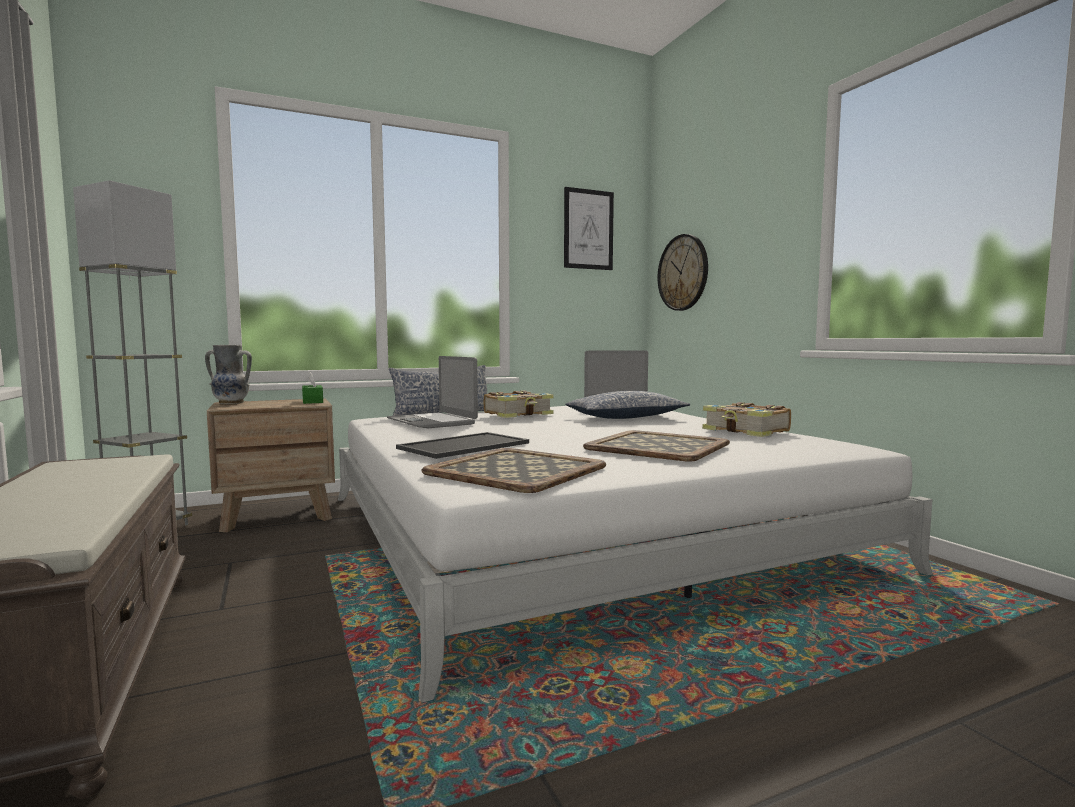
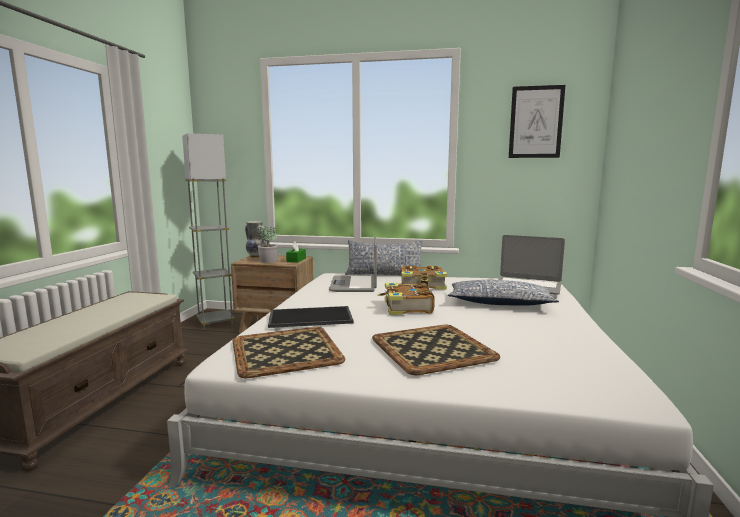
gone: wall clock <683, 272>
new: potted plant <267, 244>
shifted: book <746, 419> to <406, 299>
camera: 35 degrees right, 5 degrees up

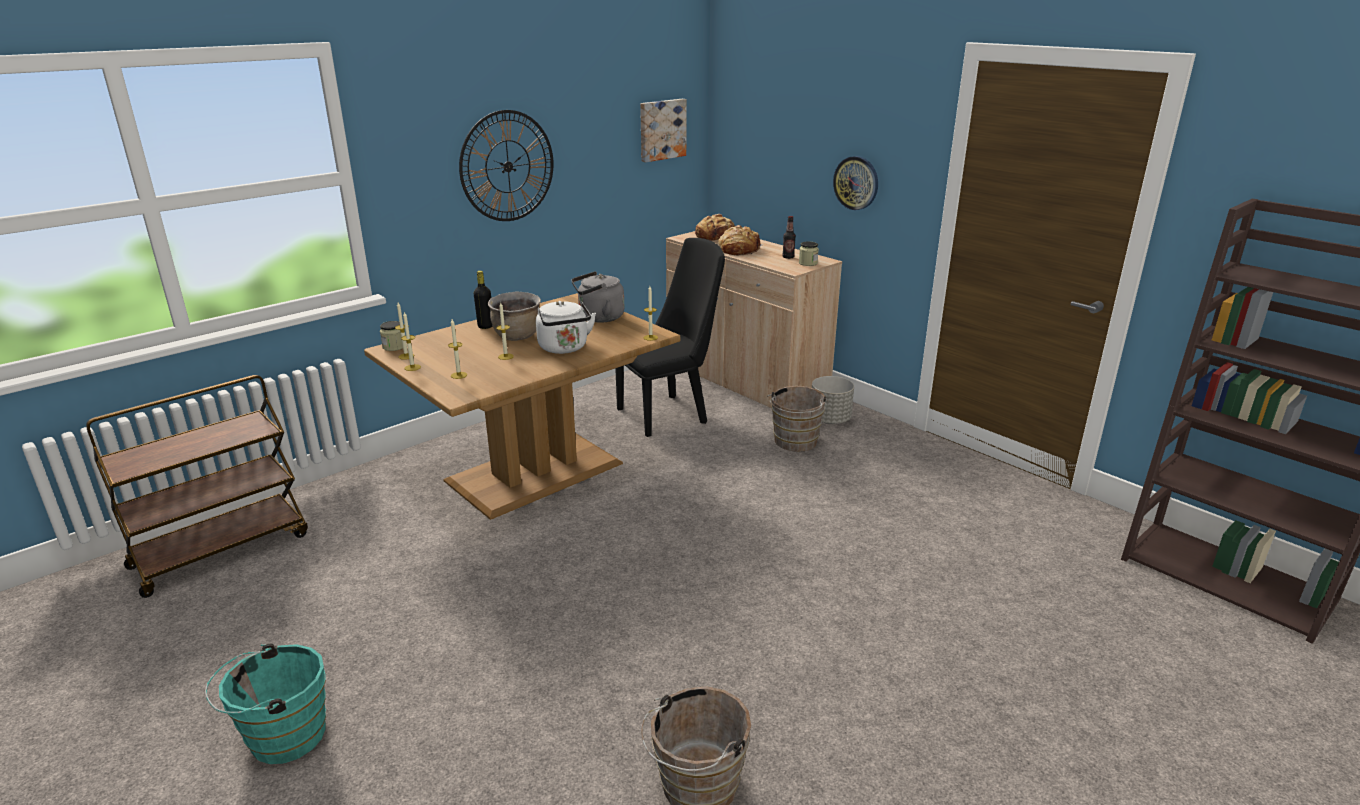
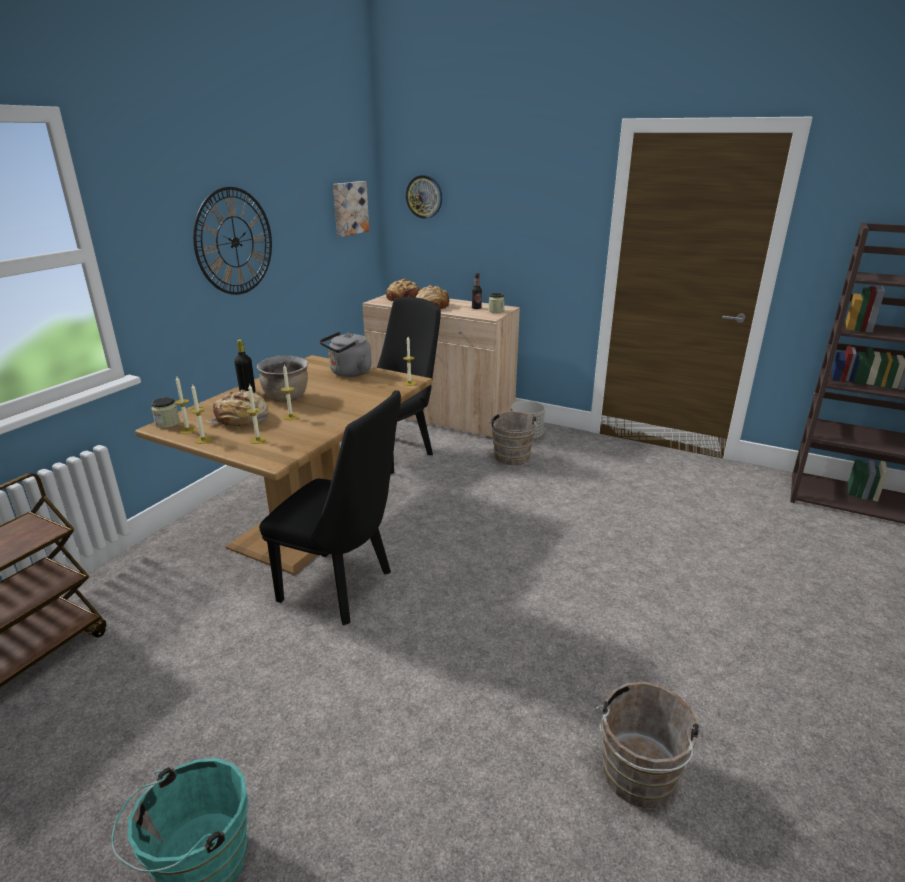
gone: kettle (white) <566, 327>
new: bread <237, 409>; chair (black) <330, 507>
shifted: wall clock <855, 183> to <424, 197>
camera: 20 degrees left, 0 degrees up

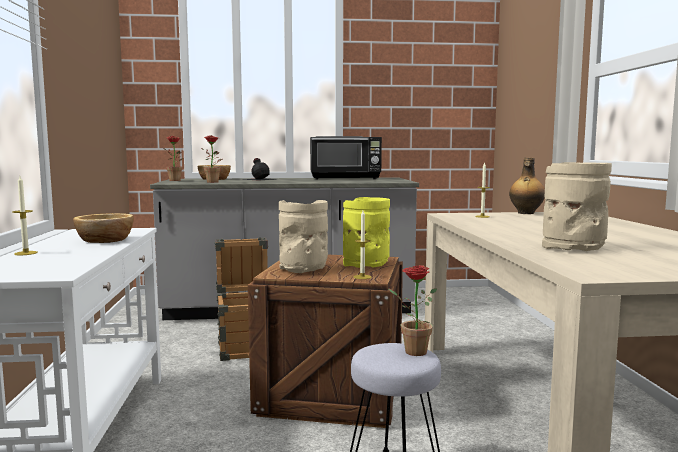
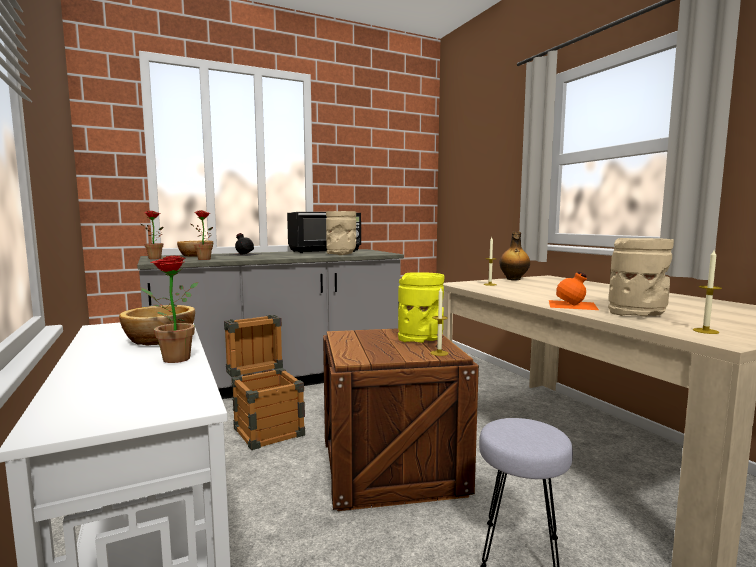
new: bottle (orange) <574, 291>
shifted: candle <25, 215> to <707, 292>; vase (beige) <303, 236> to <341, 233>; potted plant <412, 310> to <169, 309>
camera: 20 degrees left, 0 degrees up

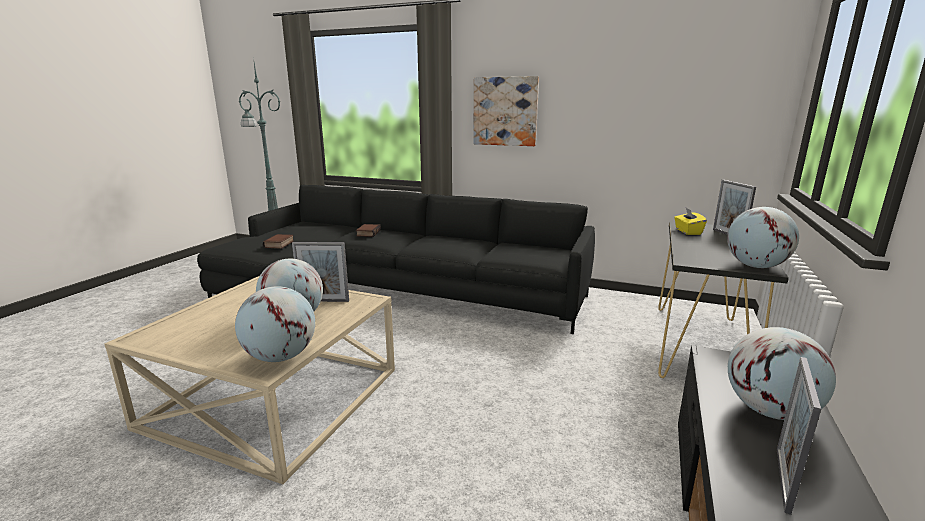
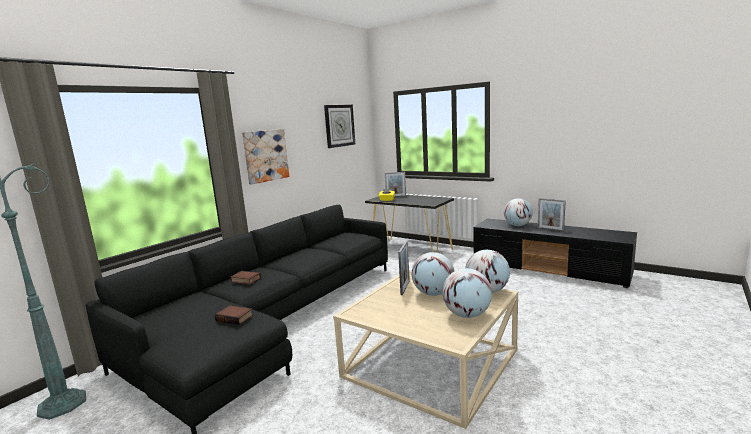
new: wall clock <340, 126>
shifted: globe <763, 237> to <467, 293>
camera: 75 degrees left, 5 degrees down

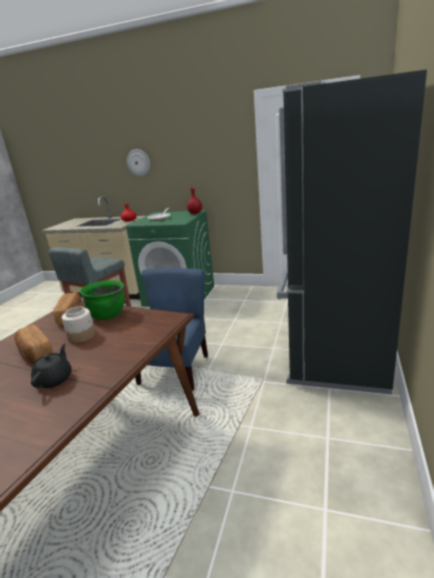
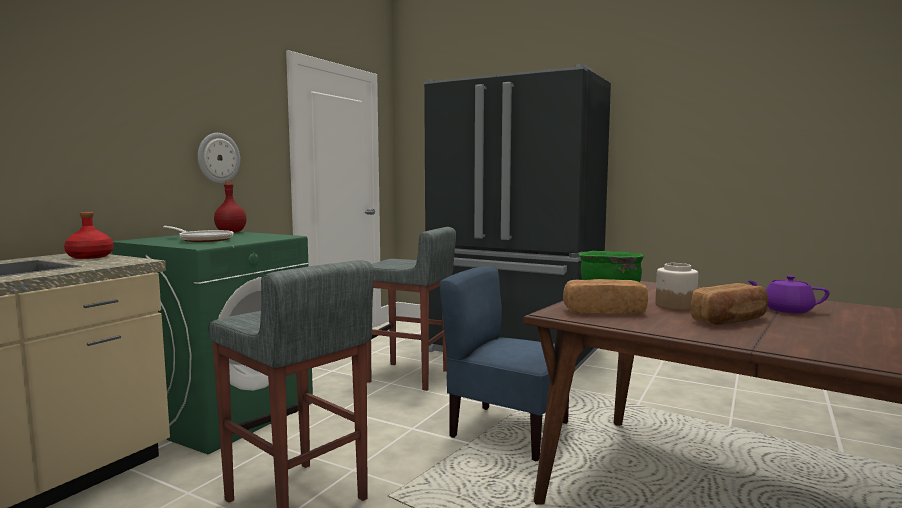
new: stool (grey) <411, 309>
shifted: wall clock <138, 162> to <219, 158>
repainted: teapot (black) <51, 366> to teapot (purple) <788, 294>
camera: 80 degrees left, 15 degrees down

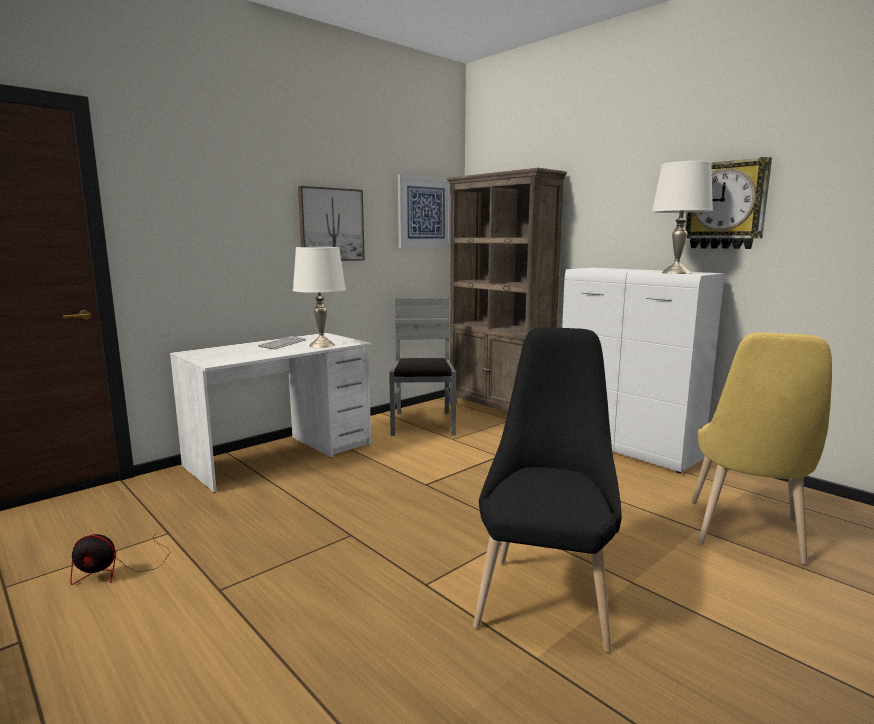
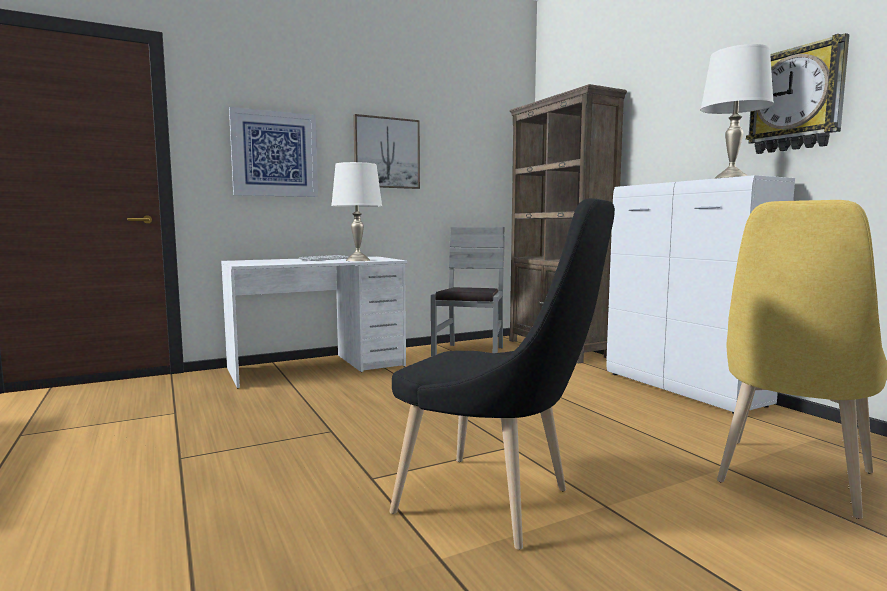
gone: fan <120, 558>
shifted: picture <424, 211> to <273, 152>
rotated: chair (black) <547, 489> = <502, 374> 90 degrees clockwise
camera: 15 degrees right, 5 degrees down

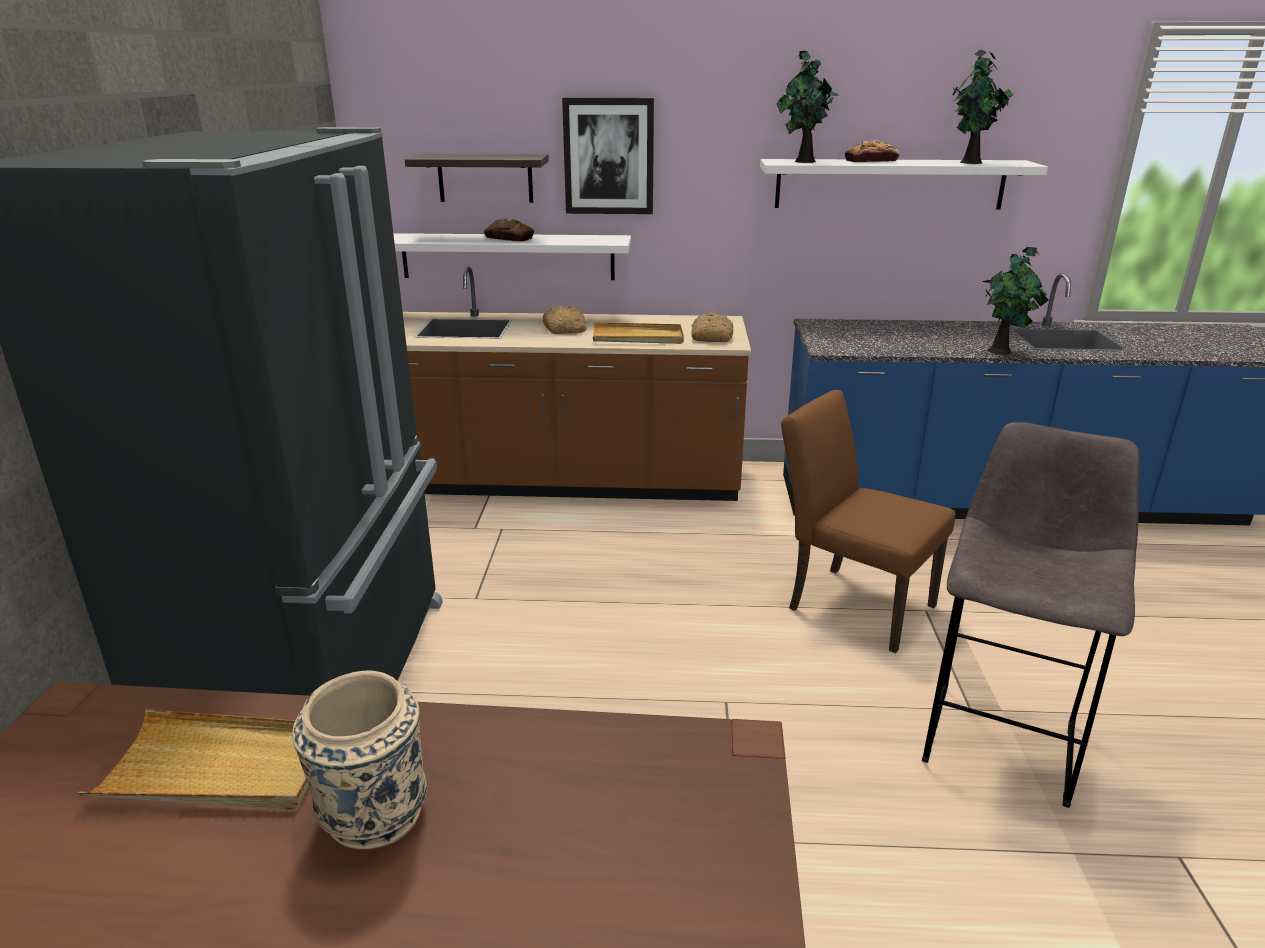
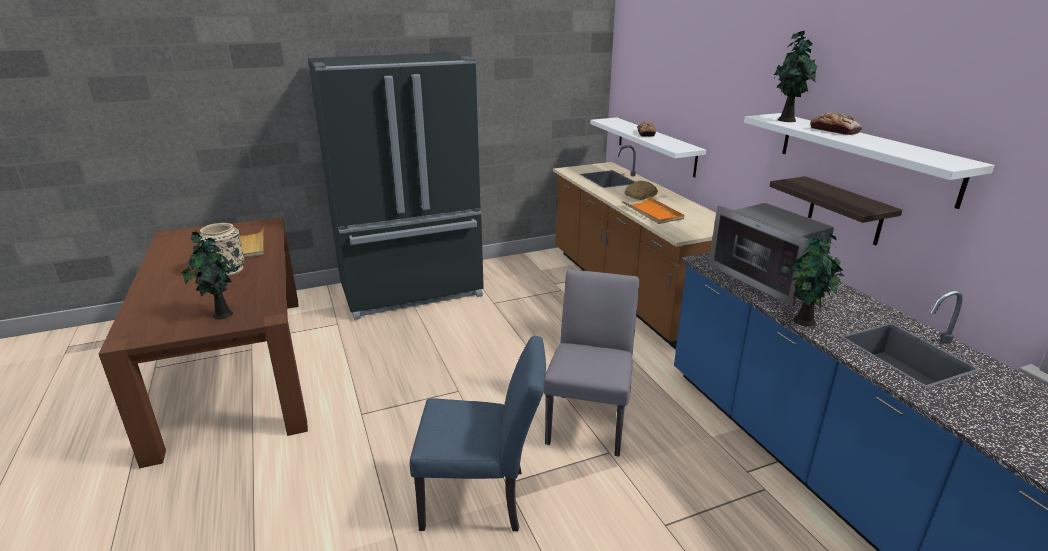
gone: picture <608, 156>; bread <712, 327>
new: microwave <771, 254>
shifted: shelf <477, 178> to <835, 211>; potted plant <982, 106> to <209, 275>
swapped: stool (grey) <1031, 615> to chair (blue) <478, 434>
repainted: tray (beige) <638, 333> to tray (orange) <653, 210>; chair (brown) <868, 521> to chair (grey) <591, 363>
camera: 65 degrees right, 0 degrees up

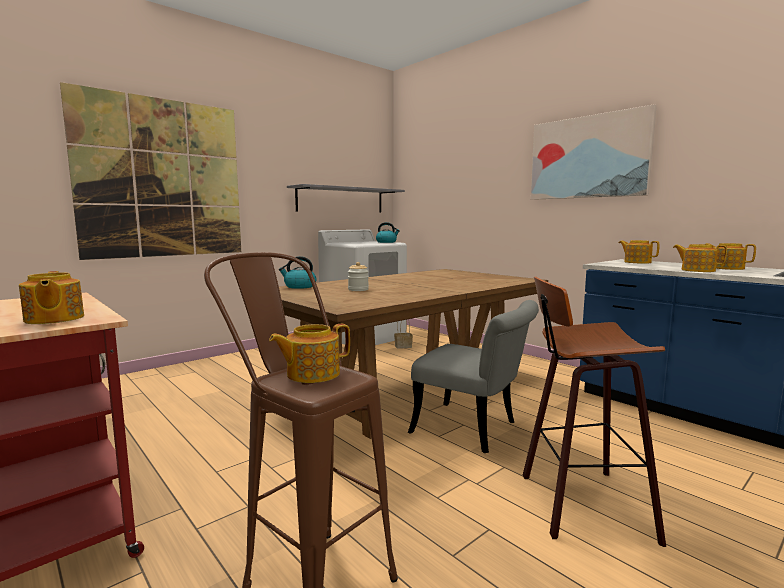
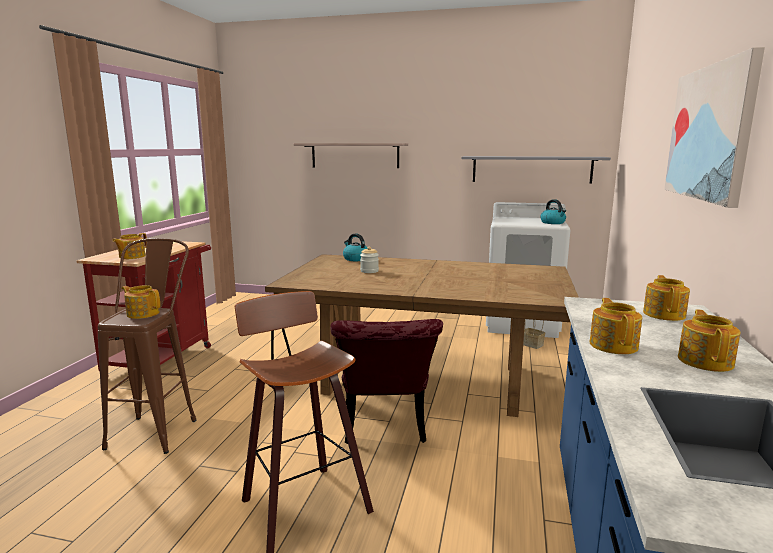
swapped: picture <150, 171> to shelf <351, 155>
repainted: chair (grey) <473, 376> to chair (red) <386, 381>
camera: 55 degrees right, 5 degrees up

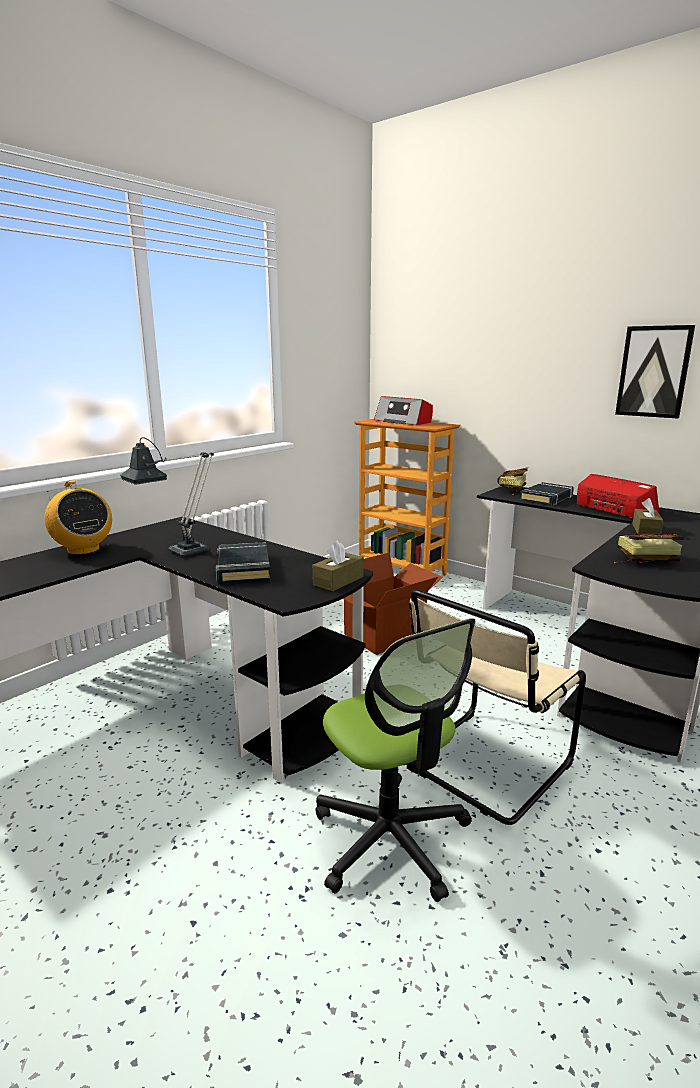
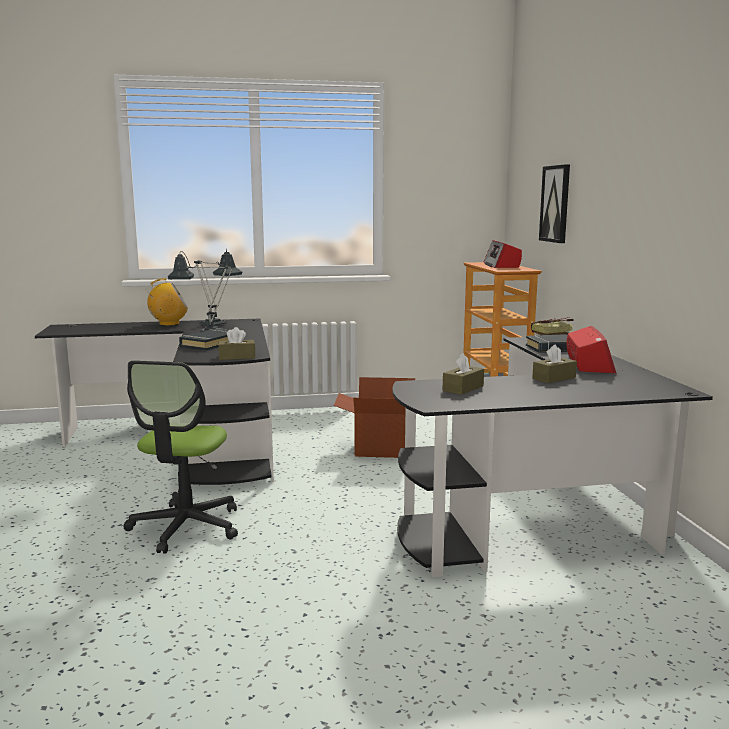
gone: chair (beige) <497, 707>
new: table lamp <218, 287>
shifted: picture <655, 371> to <554, 203>
swapped: book <649, 548> to tissue box (brown) <463, 374>
rotated: radio <78, 517> = <167, 302> 105 degrees counterclockwise
camera: 40 degrees right, 5 degrees down

